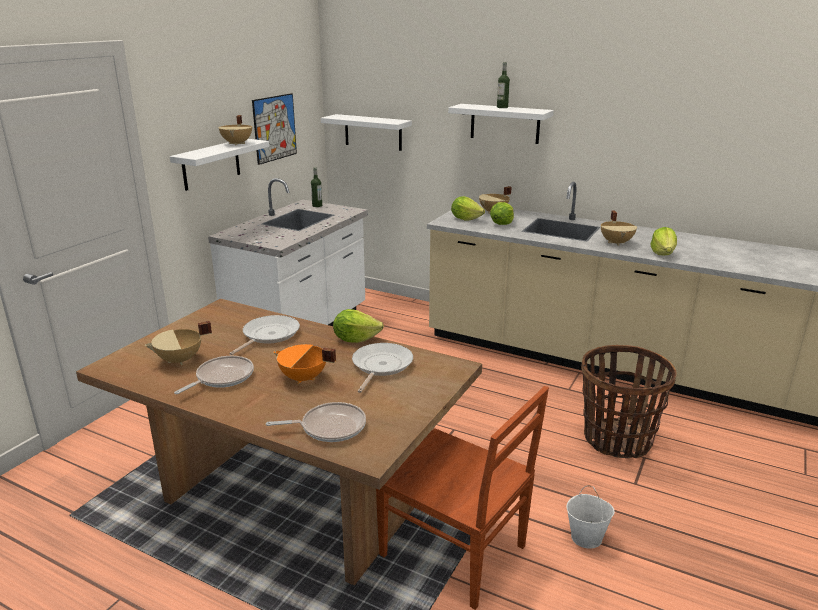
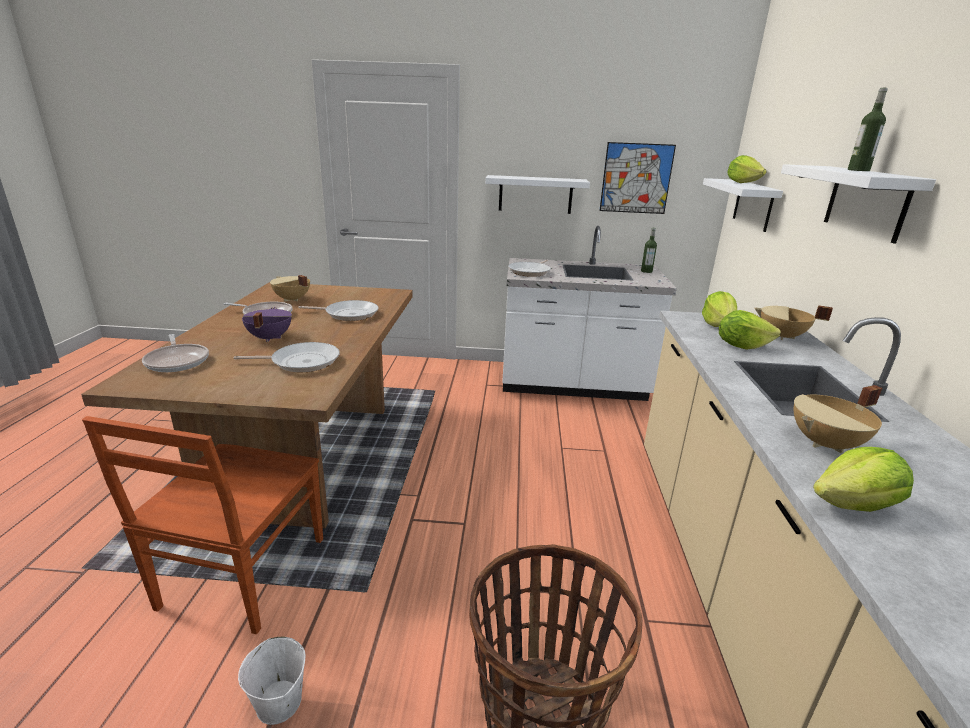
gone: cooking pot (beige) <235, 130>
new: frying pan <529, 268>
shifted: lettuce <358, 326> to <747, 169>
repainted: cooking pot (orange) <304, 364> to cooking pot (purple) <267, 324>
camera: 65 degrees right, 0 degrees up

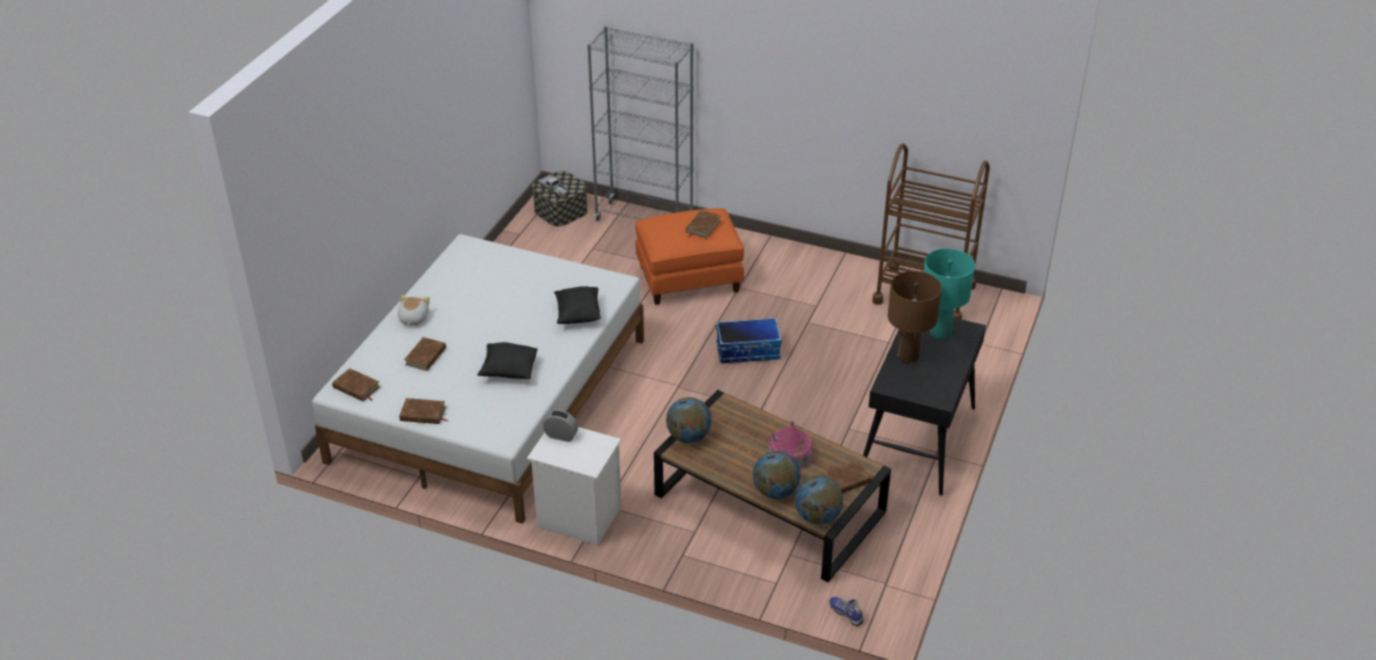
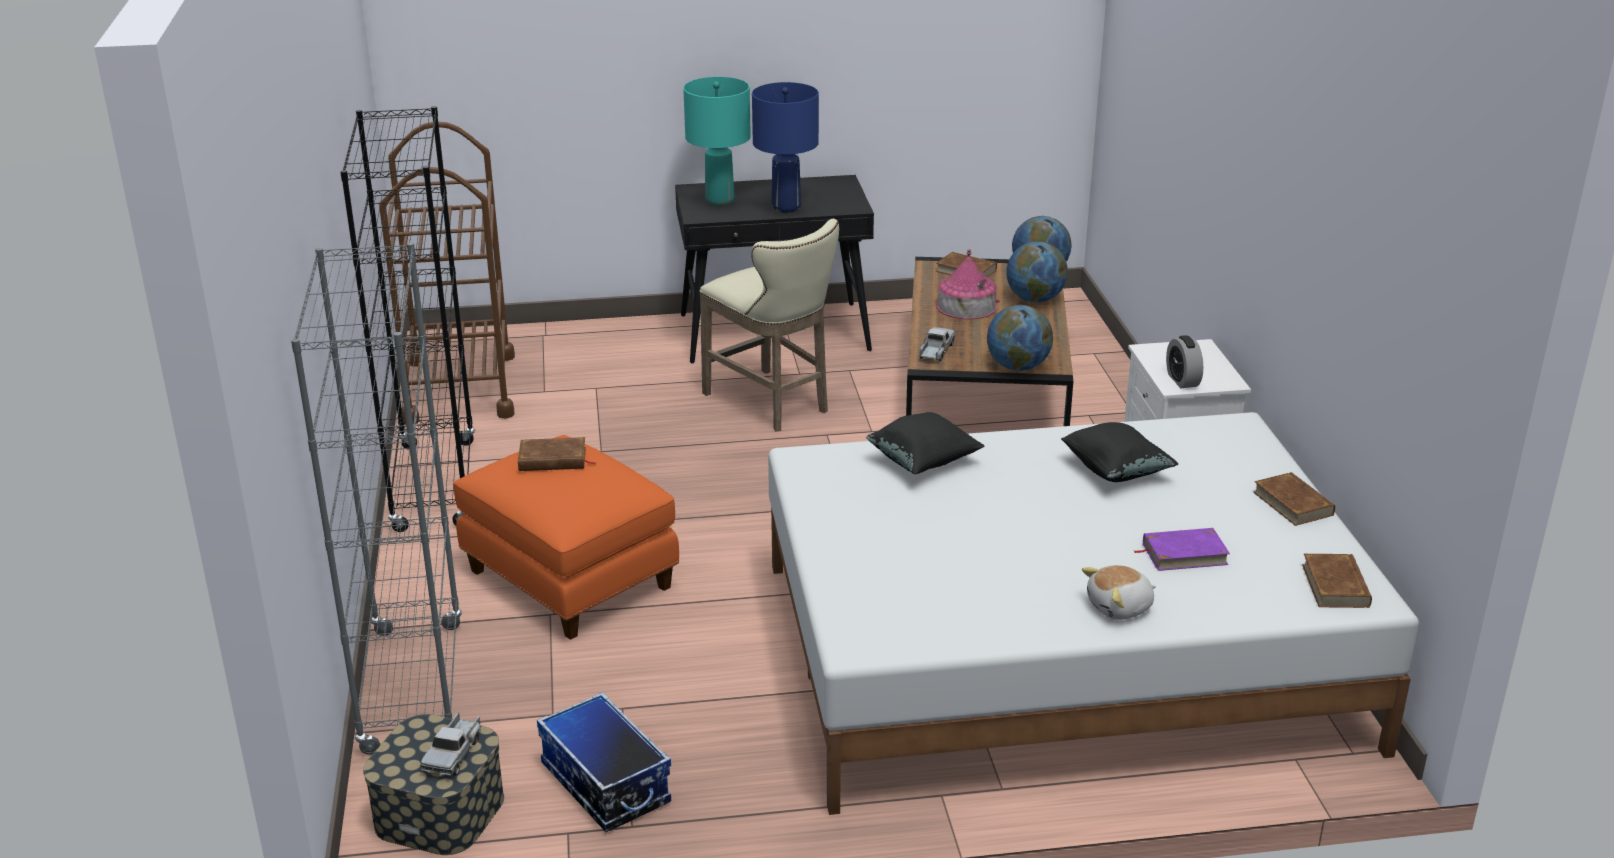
gone: shoe <846, 611>
new: bookcase (black) <407, 319>; stool (beige) <769, 325>; toy truck <937, 344>
shifted: storage box <749, 340> to <604, 762>
repainted: book (brown) <425, 354> to book (purple) <1182, 549>; table lamp (brown) <915, 317> to table lamp (blue) <785, 147>
camera: 120 degrees left, 10 degrees down

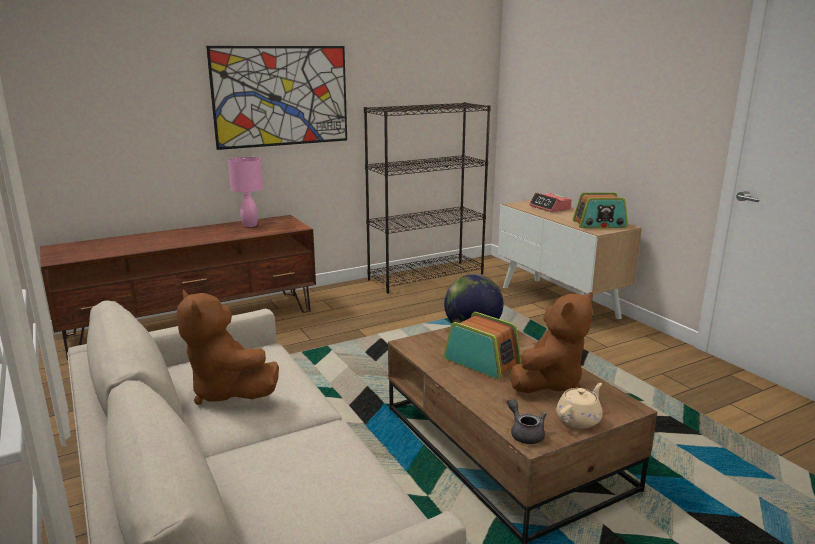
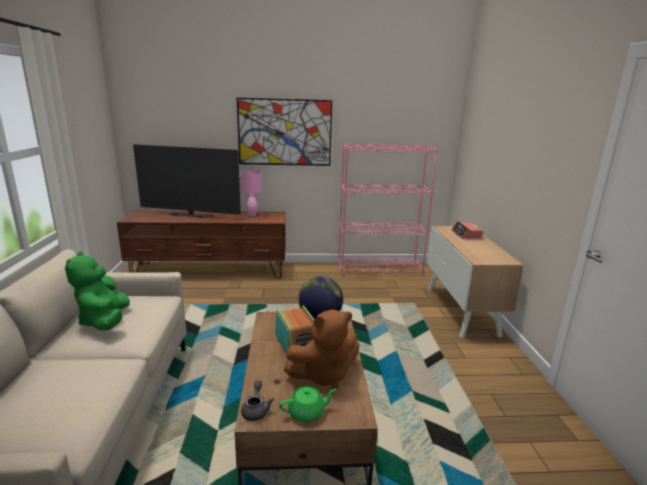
gone: radio <600, 210>
new: television <187, 181>
repainted: plush toy (brown) <227, 347> to plush toy (green) <97, 291>; bookcase (black) <427, 197> to bookcase (pink) <388, 210>; teapot (beige) <579, 406> to teapot (green) <308, 404>
camera: 25 degrees right, 0 degrees up

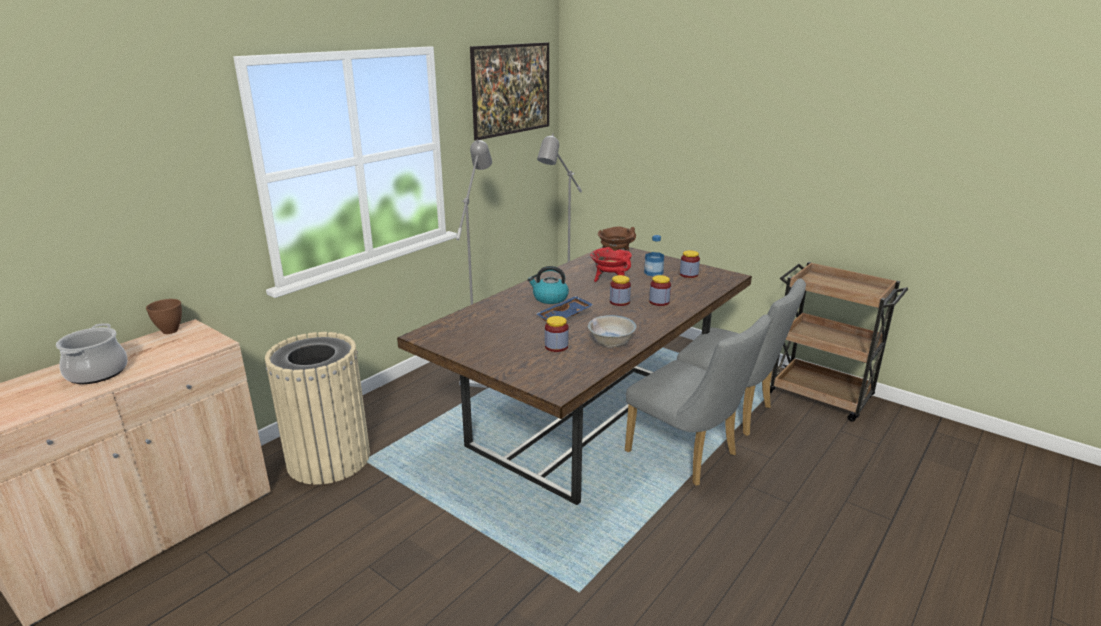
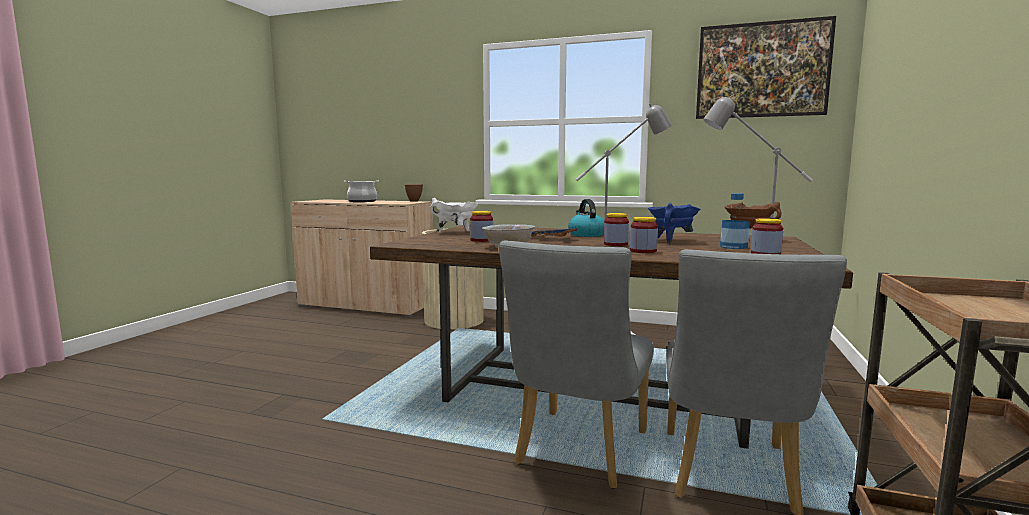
new: cooking pot (white) <454, 215>
repainted: cooking pot (red) <611, 264> to cooking pot (blue) <674, 223>
camera: 70 degrees right, 15 degrees down

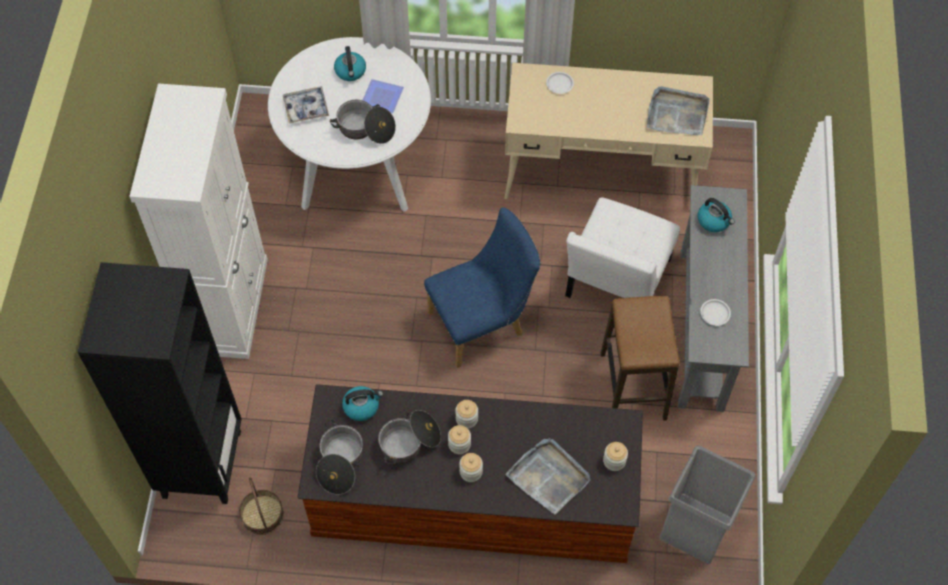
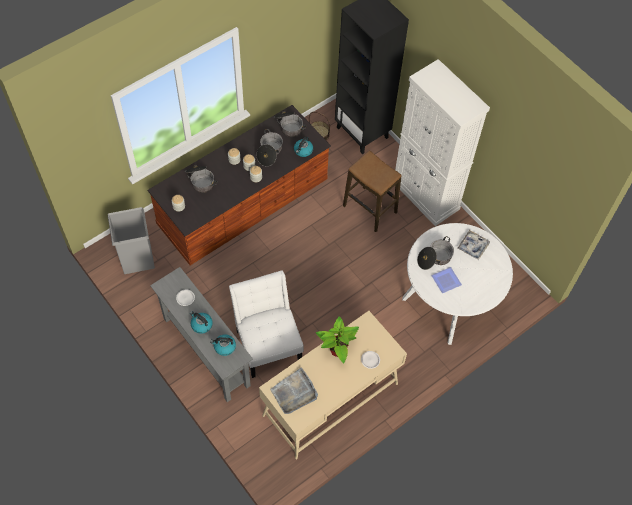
gone: chair (blue) <482, 287>
new: potted plant <337, 339>
shifted: kettle <350, 63> to <201, 322>; stool <640, 358> to <372, 191>
swapped: tray (grey) <548, 476> to cooking pot <201, 179>
camera: 135 degrees right, 0 degrees up

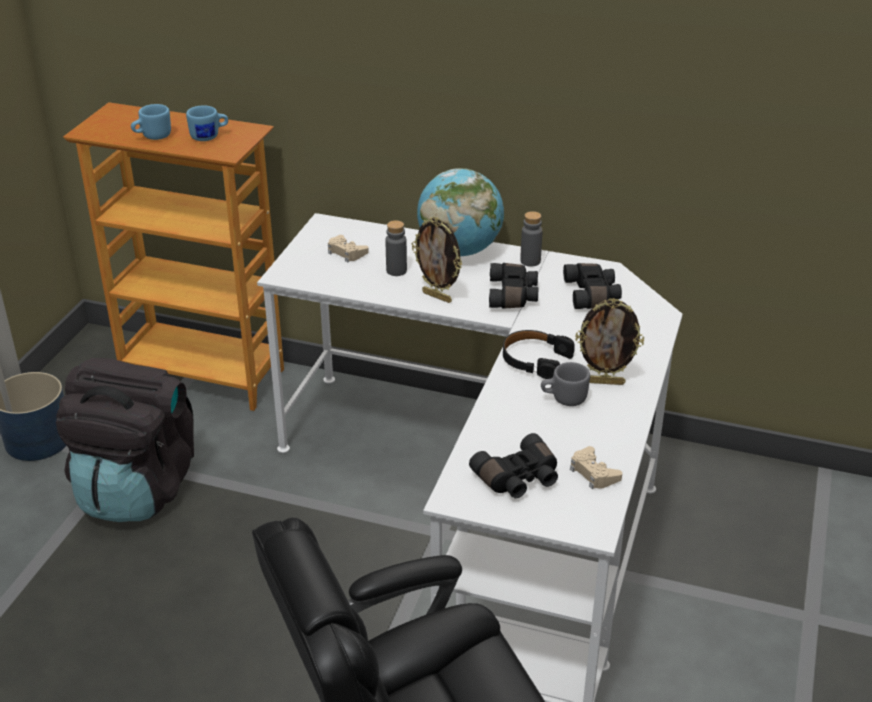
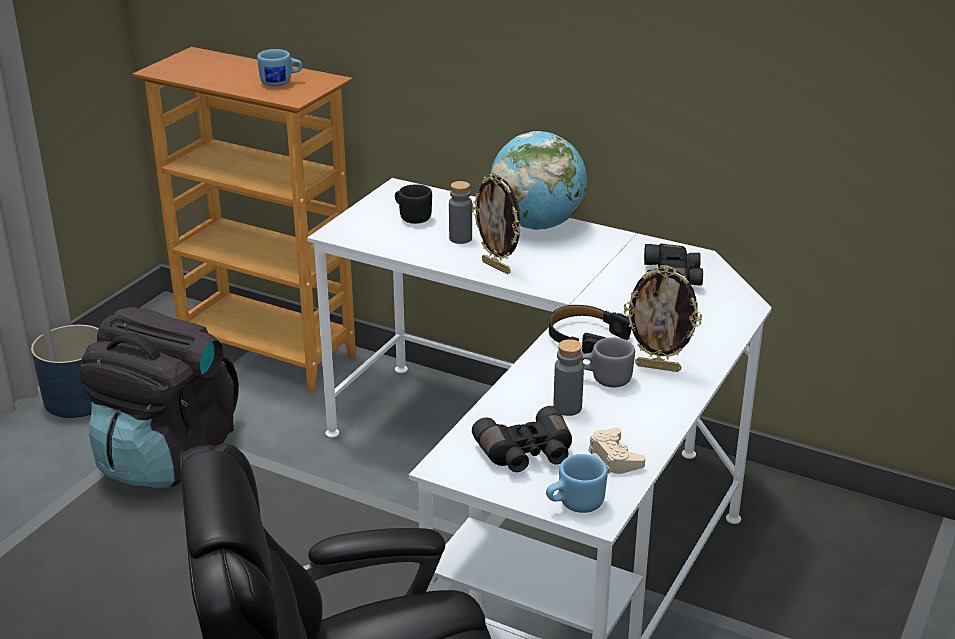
gone: binoculars (black) <513, 286>
shifted: mug (blue) <151, 122> to <577, 483>; bottle (grey) <531, 239> to <568, 377>
swapped: game controller (beige) <348, 248> to mug (black) <413, 204>
camera: 10 degrees right, 5 degrees down

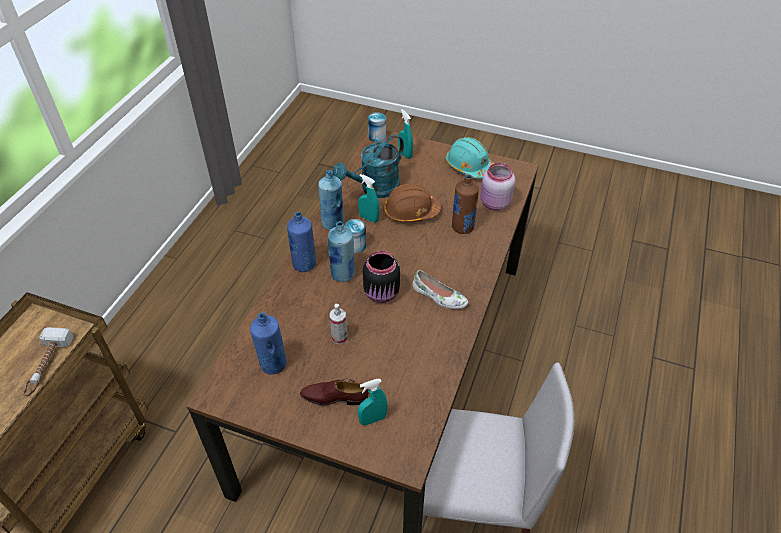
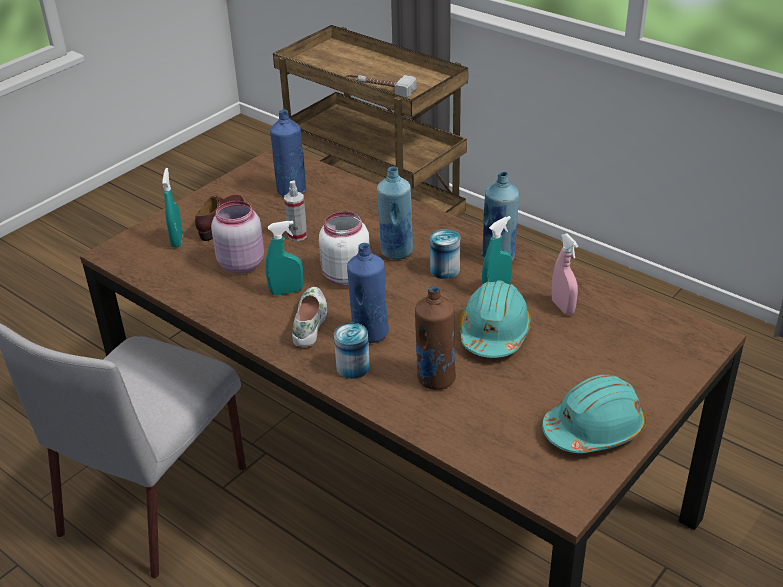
shifted: bottle (blue) <301, 242> to <368, 293>; can <377, 127> to <352, 351>; spray bottle (turquoise) <405, 134> to <284, 257>; jar (pink) <497, 187> to <237, 237>
swapped: watering can (turquoise) <368, 166> to spray bottle (pink) <565, 274>
repainted: jar (black) <381, 277> to jar (white) <344, 248>; hard hat (brown) <412, 202> to hard hat (turquoise) <495, 319>
rotated: shoe (white) <440, 289> = <309, 317> 135 degrees clockwise
camera: 110 degrees right, 10 degrees down

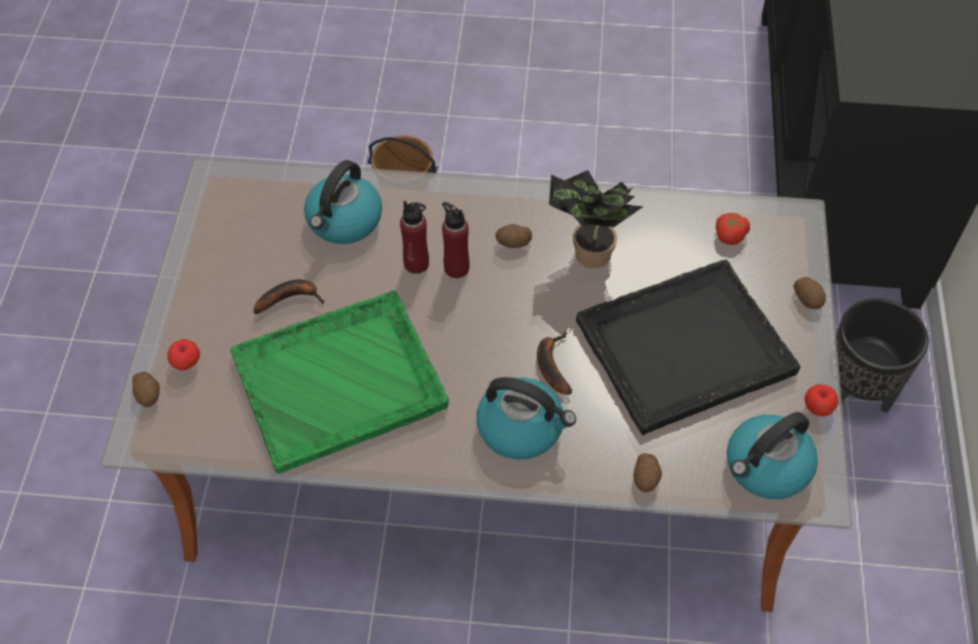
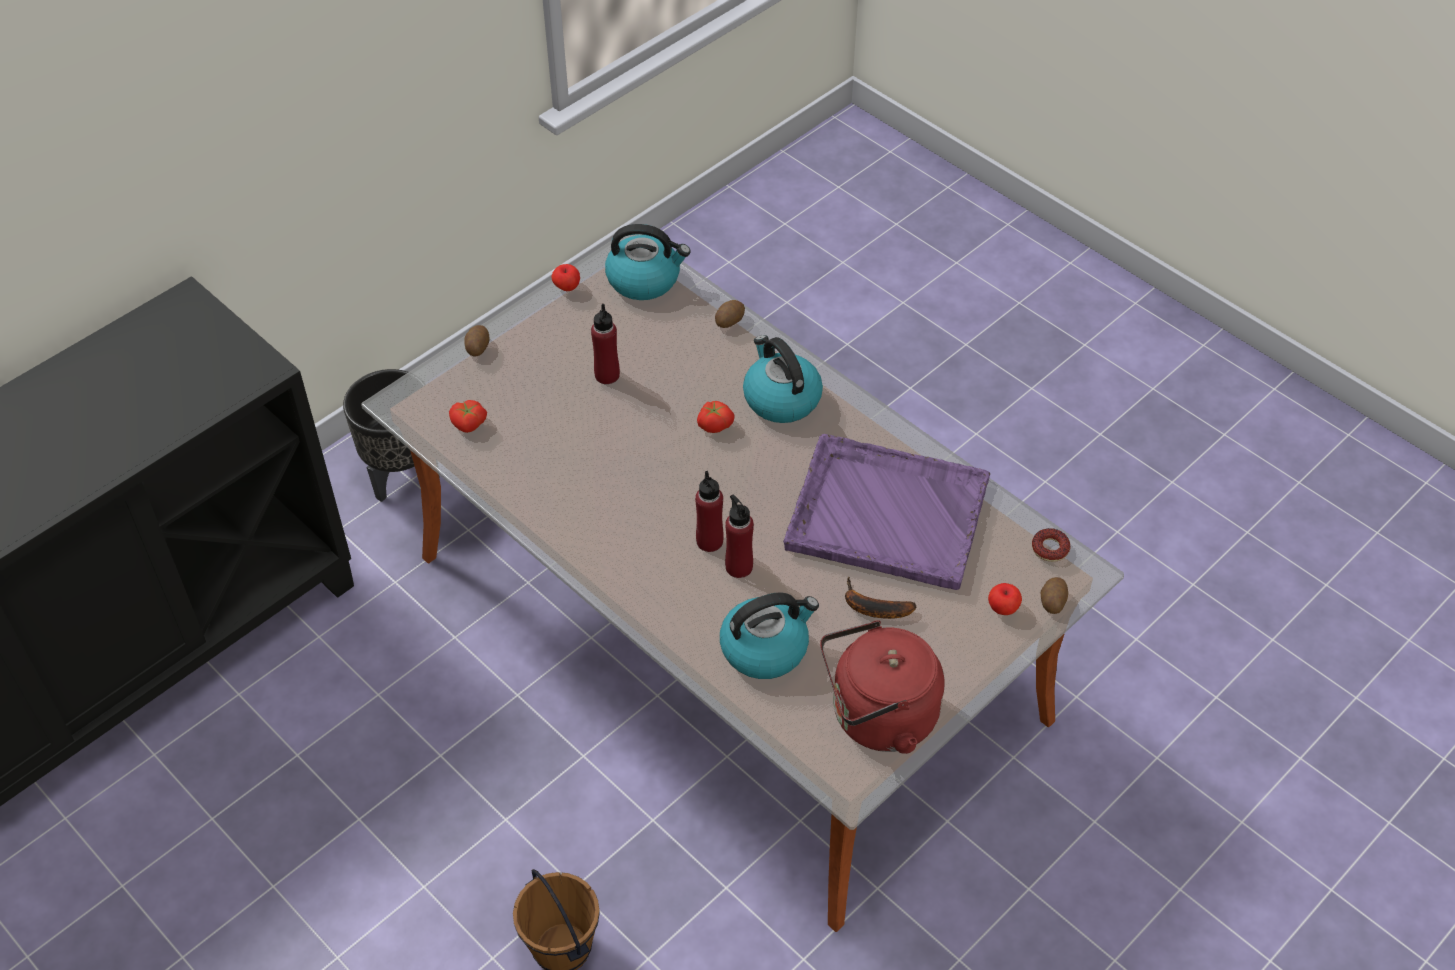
gone: potato <513, 236>; potted plant <596, 219>
new: kettle (red) <882, 687>; donut <1051, 545>
swapped: banana <555, 363> to tomato <716, 417>; tray (black) <688, 347> to bottle (red) <605, 344>
repainted: tray (green) <339, 382> to tray (purple) <886, 512>
camera: 140 degrees left, 5 degrees down

